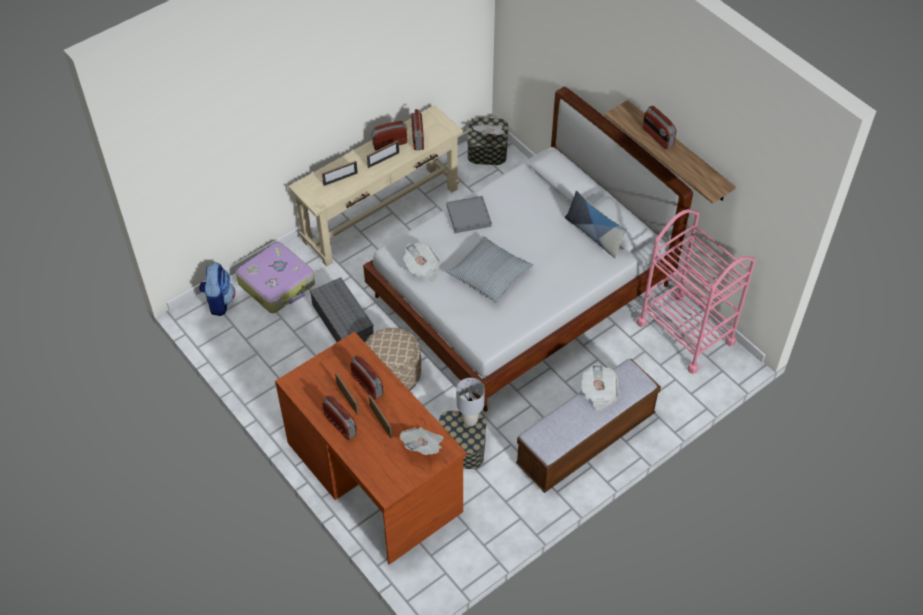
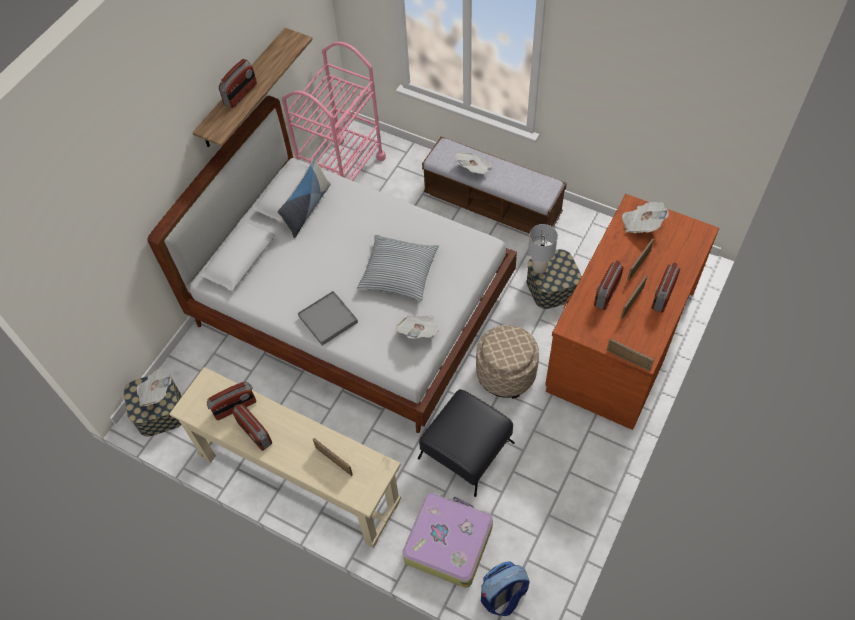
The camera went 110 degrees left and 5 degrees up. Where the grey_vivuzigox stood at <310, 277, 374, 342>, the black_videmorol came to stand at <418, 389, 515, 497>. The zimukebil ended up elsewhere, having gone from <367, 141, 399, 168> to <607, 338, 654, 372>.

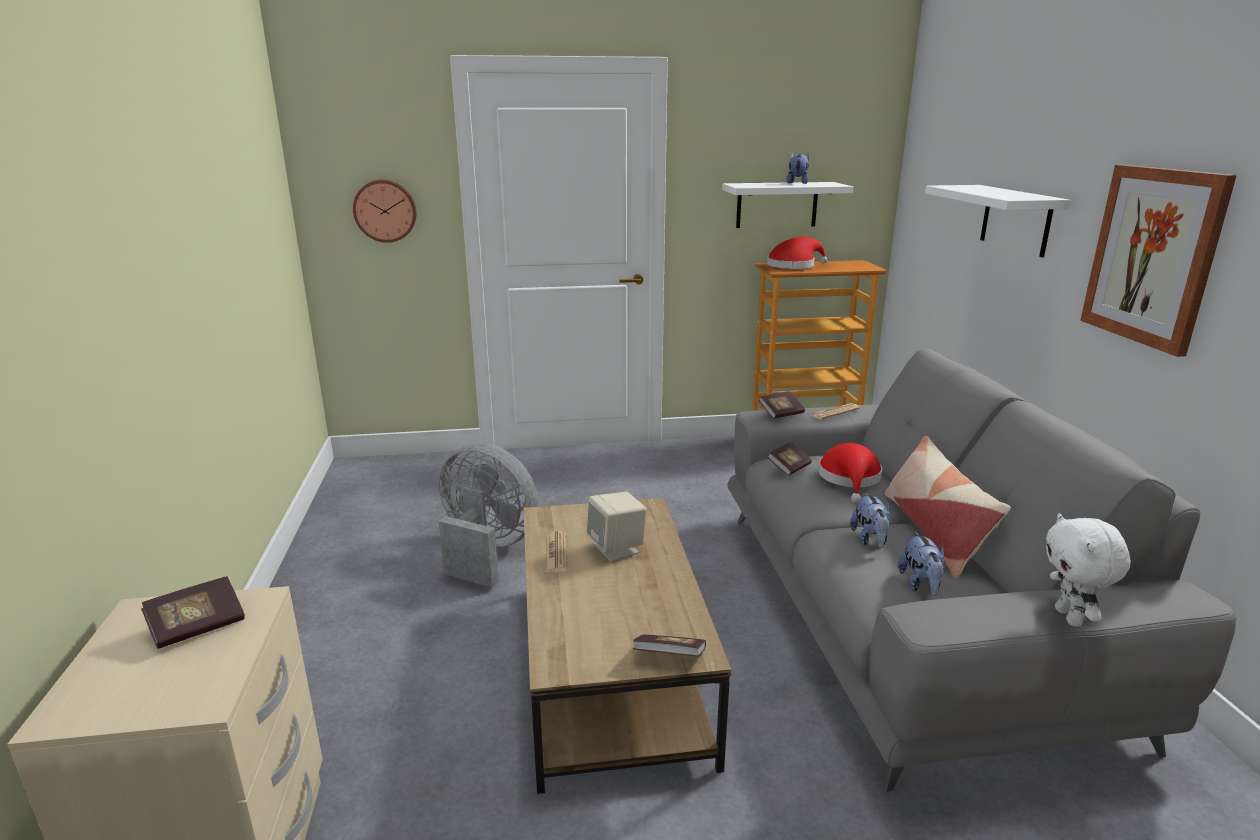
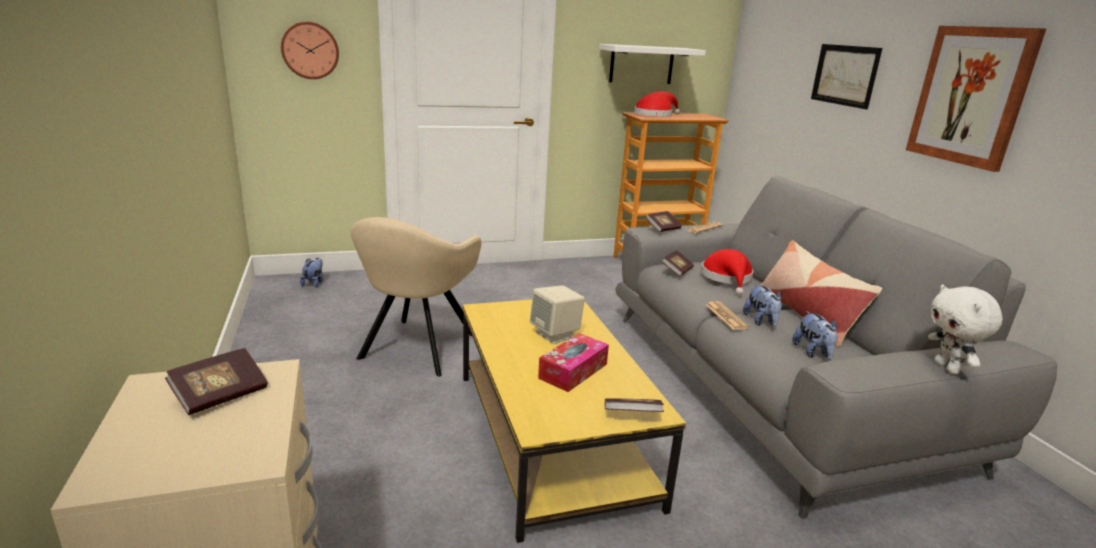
The camera went 10 degrees left and 0 degrees up. The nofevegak ended up elsewhere, having gone from <787, 153, 809, 184> to <300, 258, 323, 287>. Where the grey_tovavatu stood at <439, 443, 539, 588>, the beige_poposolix came to stand at <350, 217, 481, 376>. What was the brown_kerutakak at <524, 498, 731, 794> turned into the yellow_kerutakak at <463, 299, 686, 543>. The second view gained the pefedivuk at <538, 333, 609, 392>. The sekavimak ended up elsewhere, having gone from <546, 531, 567, 572> to <706, 301, 749, 329>. Where the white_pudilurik hung at <925, 185, 1070, 257>, the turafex came to hang at <811, 44, 882, 109>.

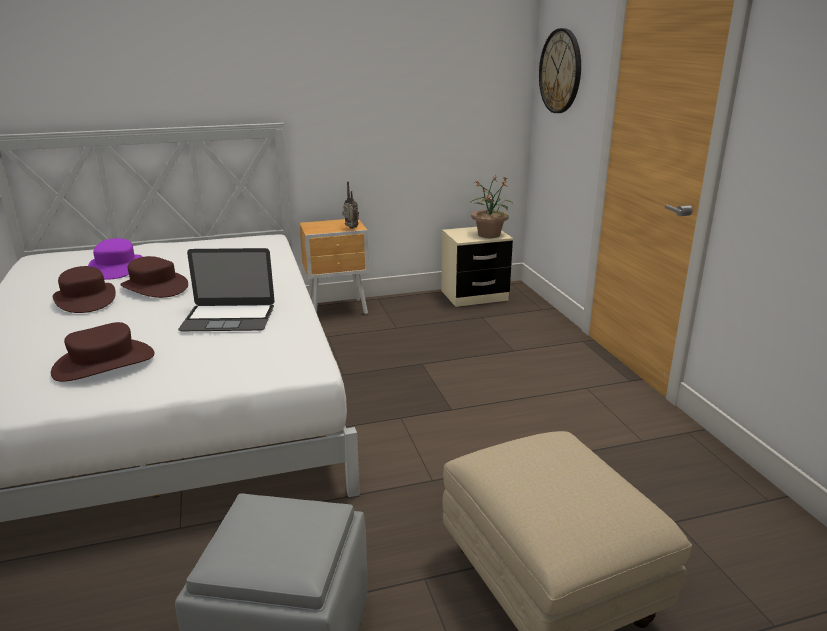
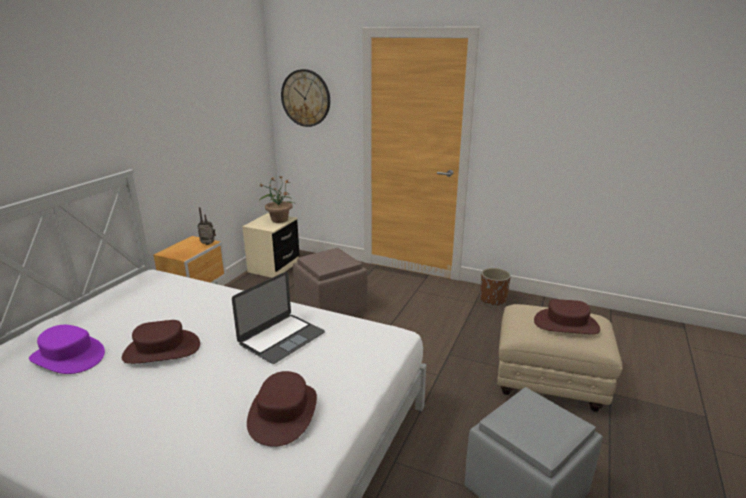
The camera went 50 degrees left and 0 degrees up. The second view gained the brown_videmorol at <293, 248, 368, 316>. The second view gained the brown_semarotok at <480, 268, 511, 305>. The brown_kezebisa ended up elsewhere, having gone from <53, 266, 116, 313> to <534, 299, 600, 334>.

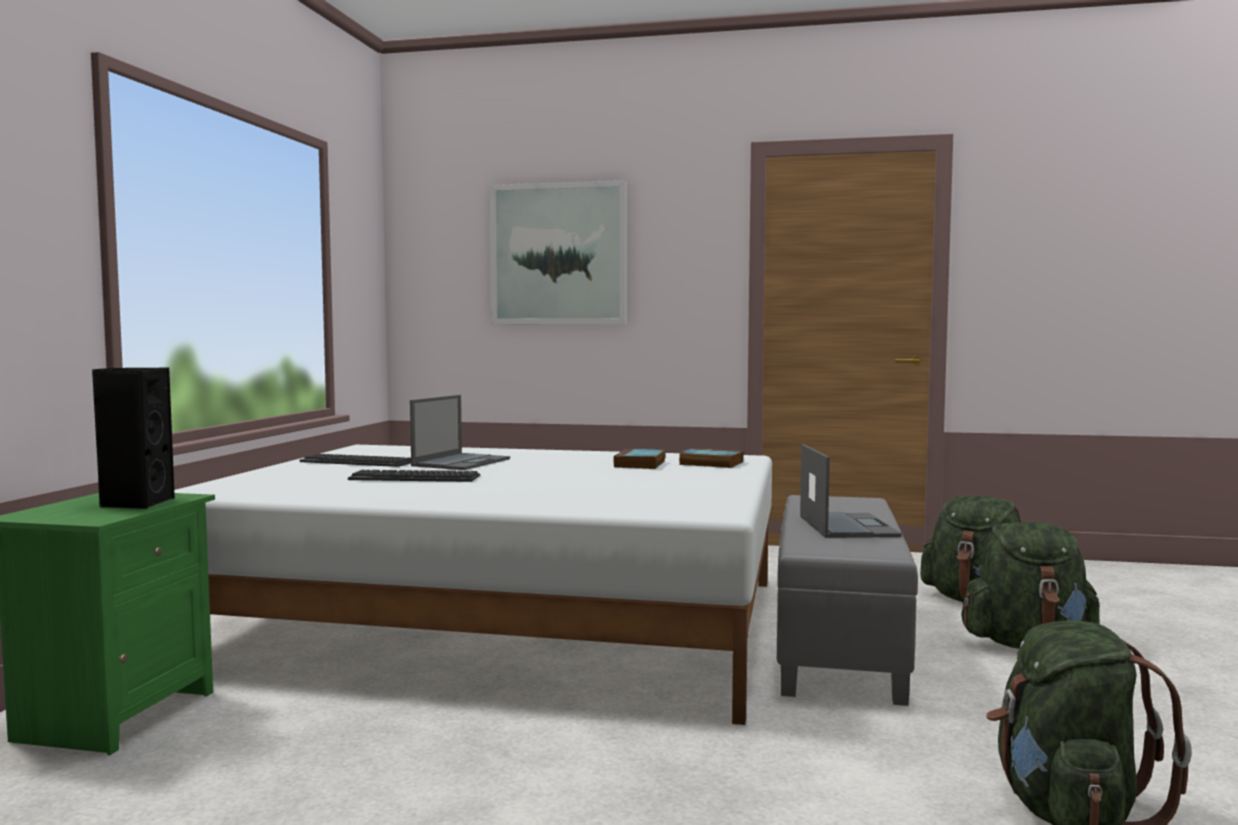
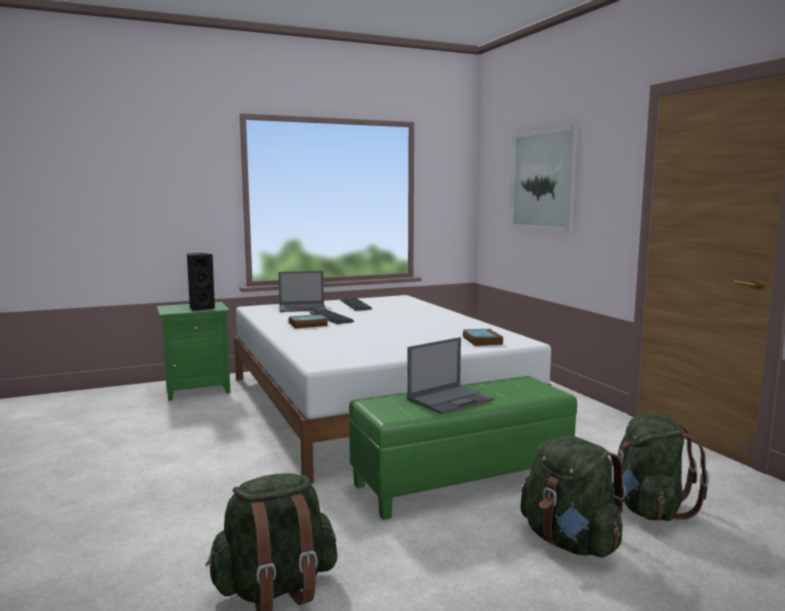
The camera went 55 degrees right and 5 degrees up. The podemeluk ended up elsewhere, having gone from <410, 395, 510, 470> to <278, 271, 326, 312>. The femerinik ended up elsewhere, having gone from <613, 449, 666, 469> to <289, 314, 328, 328>. What was the grey_videmorol at <777, 495, 918, 706> turned into the green_videmorol at <349, 376, 577, 520>.

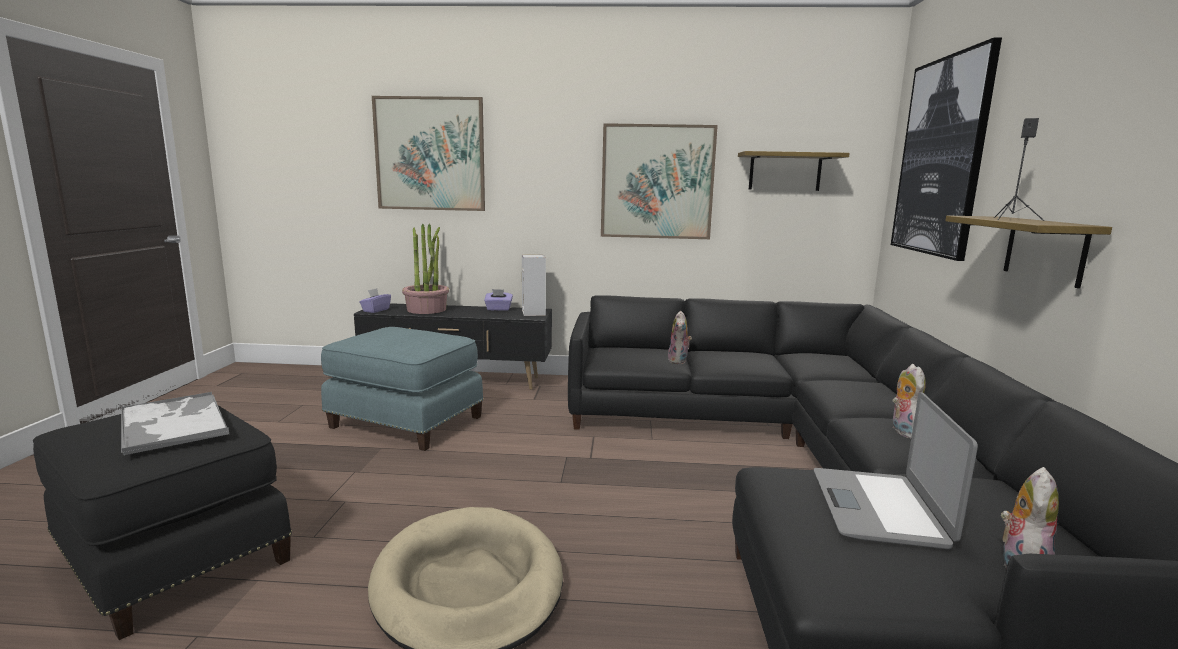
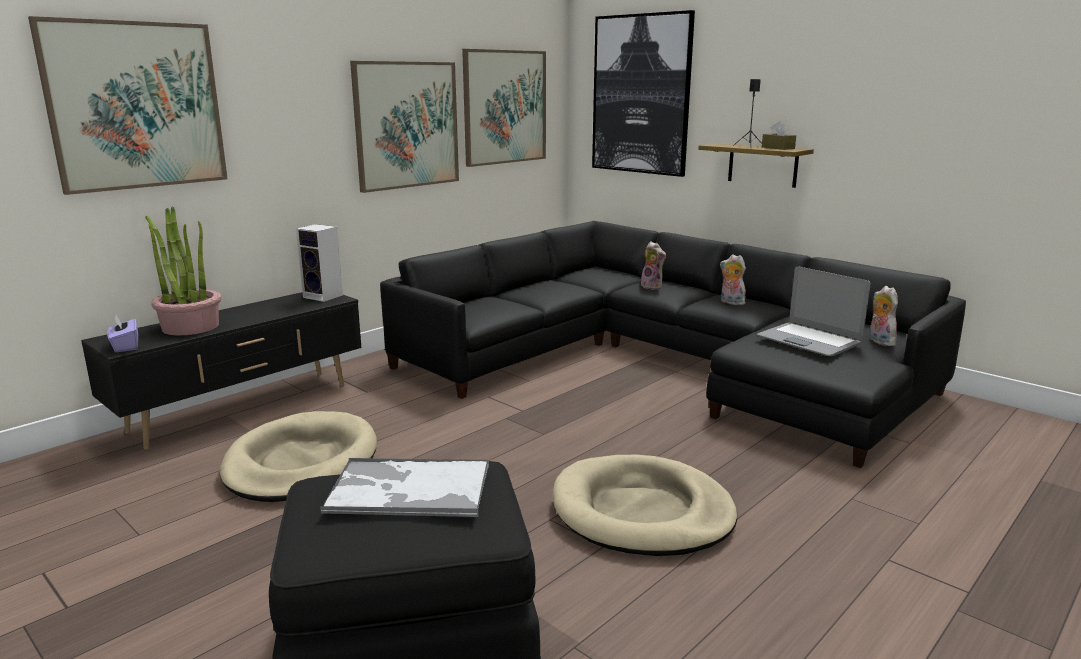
The camera went 50 degrees left and 5 degrees up. Where the blue_videmorol stood at <321, 327, 484, 451>, the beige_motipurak came to stand at <220, 411, 377, 502>. Where the pudilurik hung at <738, 151, 850, 191>, the turafex came to hang at <462, 49, 546, 167>. The nofevegak ended up elsewhere, having gone from <668, 311, 692, 364> to <641, 241, 666, 290>. The second view gained the brown_pefedivuk at <762, 121, 796, 150>. The second view lost the purple_pefedivuk at <484, 289, 513, 311>.

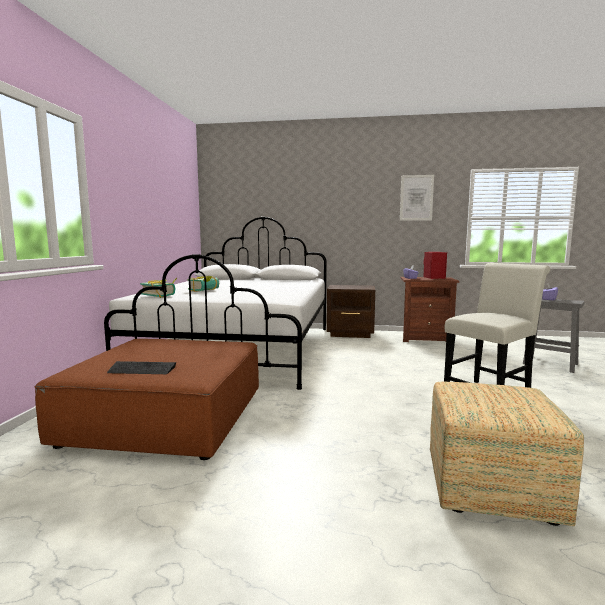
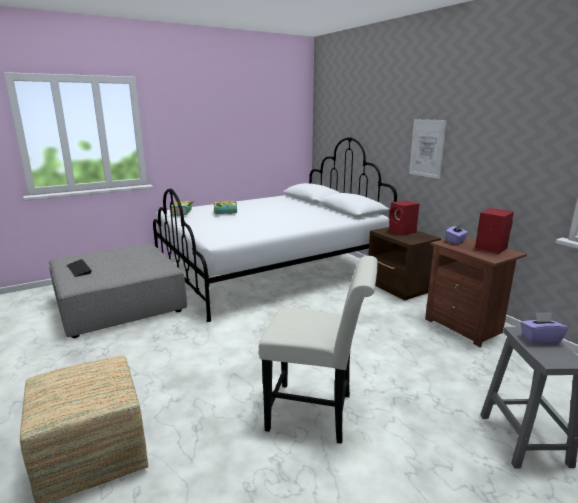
The camera went 50 degrees right and 10 degrees up. What was the brown_videmorol at <34, 339, 259, 460> turned into the grey_videmorol at <49, 244, 187, 338>. The second view gained the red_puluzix at <389, 200, 419, 236>. The turafex ended up elsewhere, having gone from <400, 175, 434, 221> to <409, 119, 447, 179>.

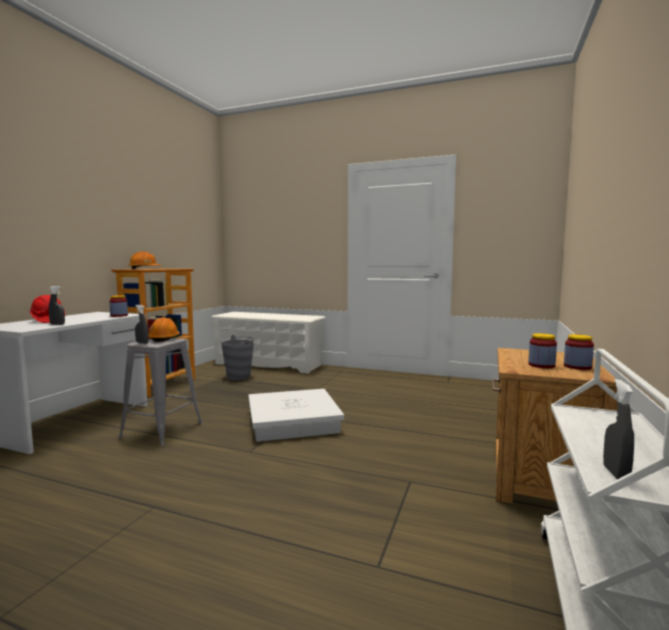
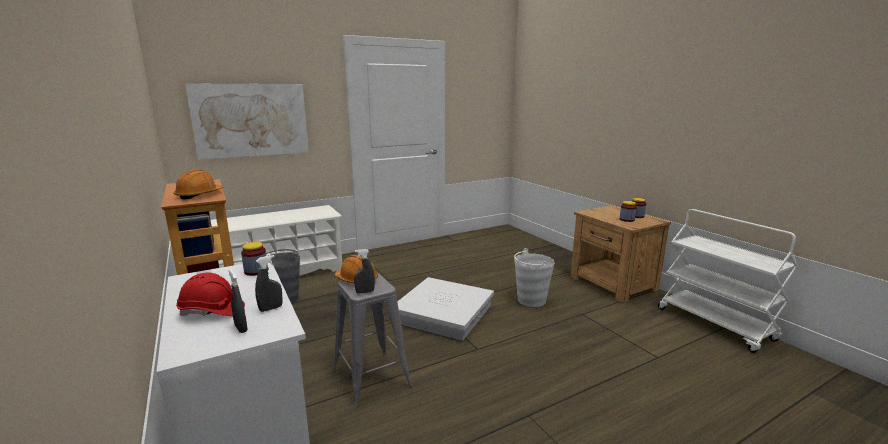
The camera went 50 degrees left and 10 degrees up. The second view gained the turafex at <185, 83, 309, 160>. The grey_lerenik ended up elsewhere, having gone from <603, 379, 634, 479> to <228, 269, 248, 333>. The second view gained the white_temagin at <514, 248, 555, 307>.

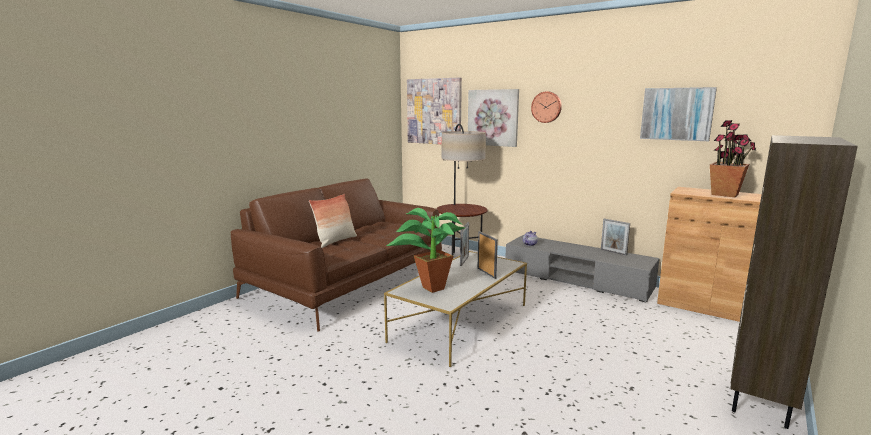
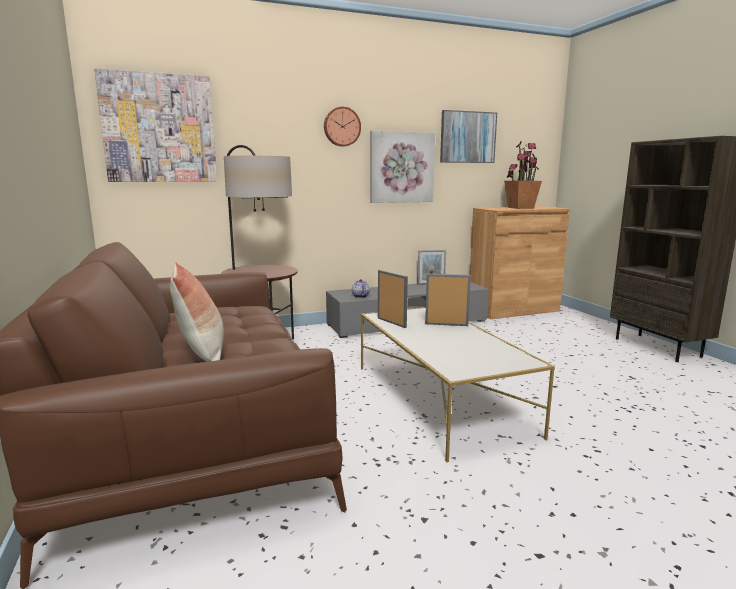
The camera went 55 degrees left and 0 degrees up. The turafex ended up elsewhere, having gone from <468, 89, 519, 147> to <370, 131, 435, 203>. The second view lost the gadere at <386, 208, 465, 293>.

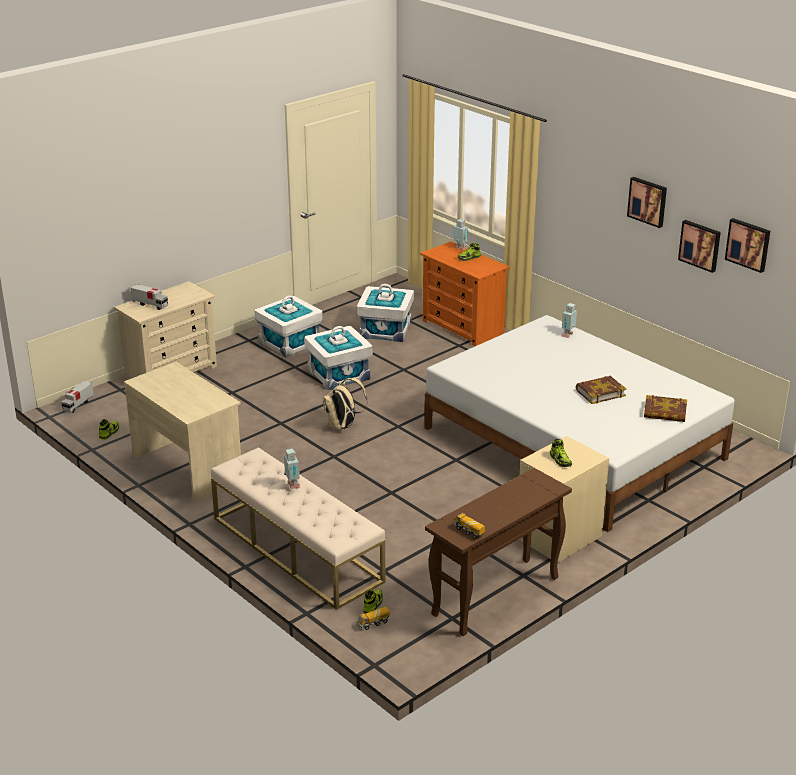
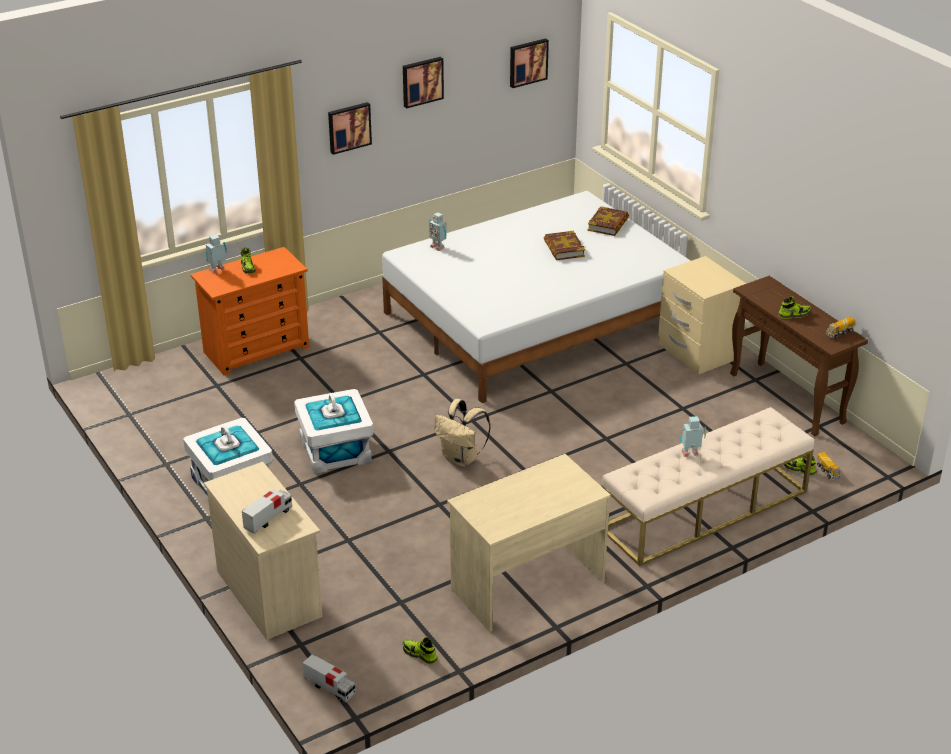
The camera went 80 degrees left and 5 degrees up. The turafex ended up elsewhere, having gone from <678, 220, 721, 273> to <328, 102, 372, 155>. The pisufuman ended up elsewhere, having gone from <550, 439, 572, 467> to <778, 296, 811, 319>. The second view lost the white_vivuzigox at <357, 284, 414, 342>.

